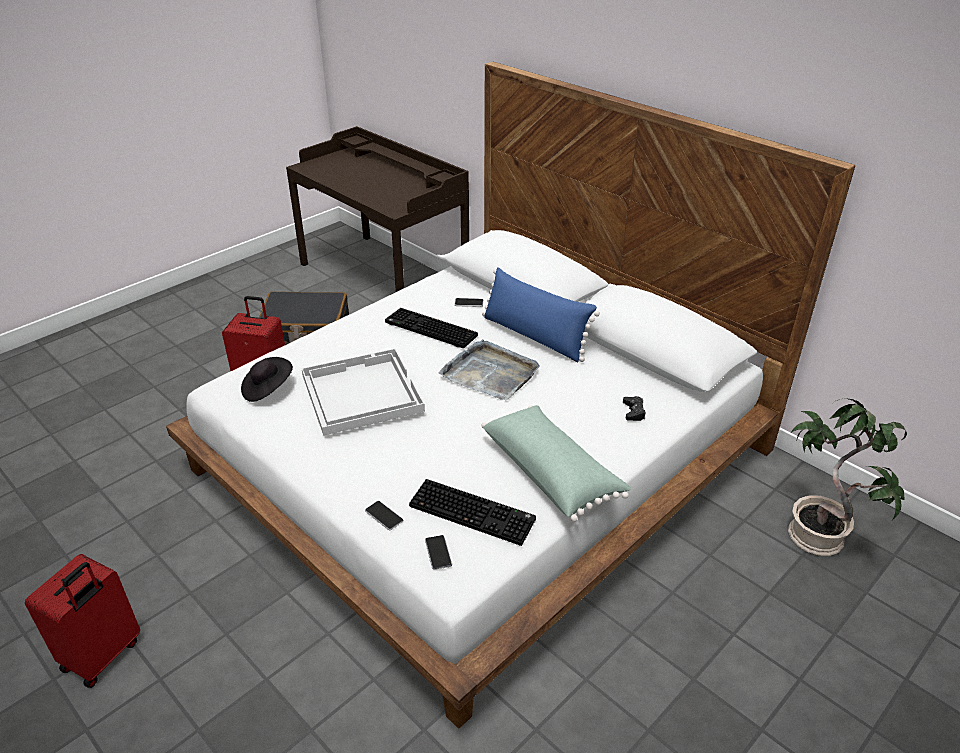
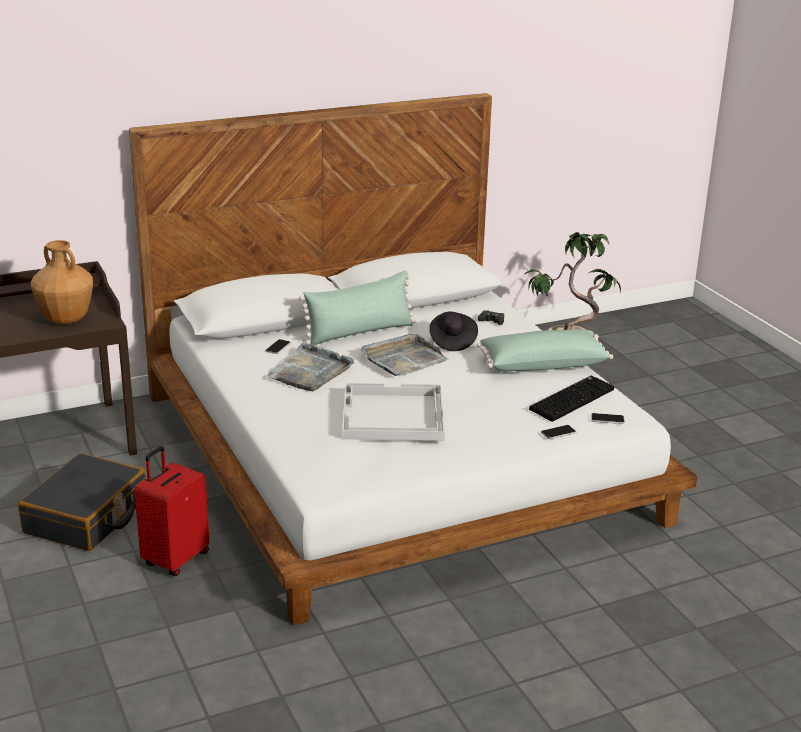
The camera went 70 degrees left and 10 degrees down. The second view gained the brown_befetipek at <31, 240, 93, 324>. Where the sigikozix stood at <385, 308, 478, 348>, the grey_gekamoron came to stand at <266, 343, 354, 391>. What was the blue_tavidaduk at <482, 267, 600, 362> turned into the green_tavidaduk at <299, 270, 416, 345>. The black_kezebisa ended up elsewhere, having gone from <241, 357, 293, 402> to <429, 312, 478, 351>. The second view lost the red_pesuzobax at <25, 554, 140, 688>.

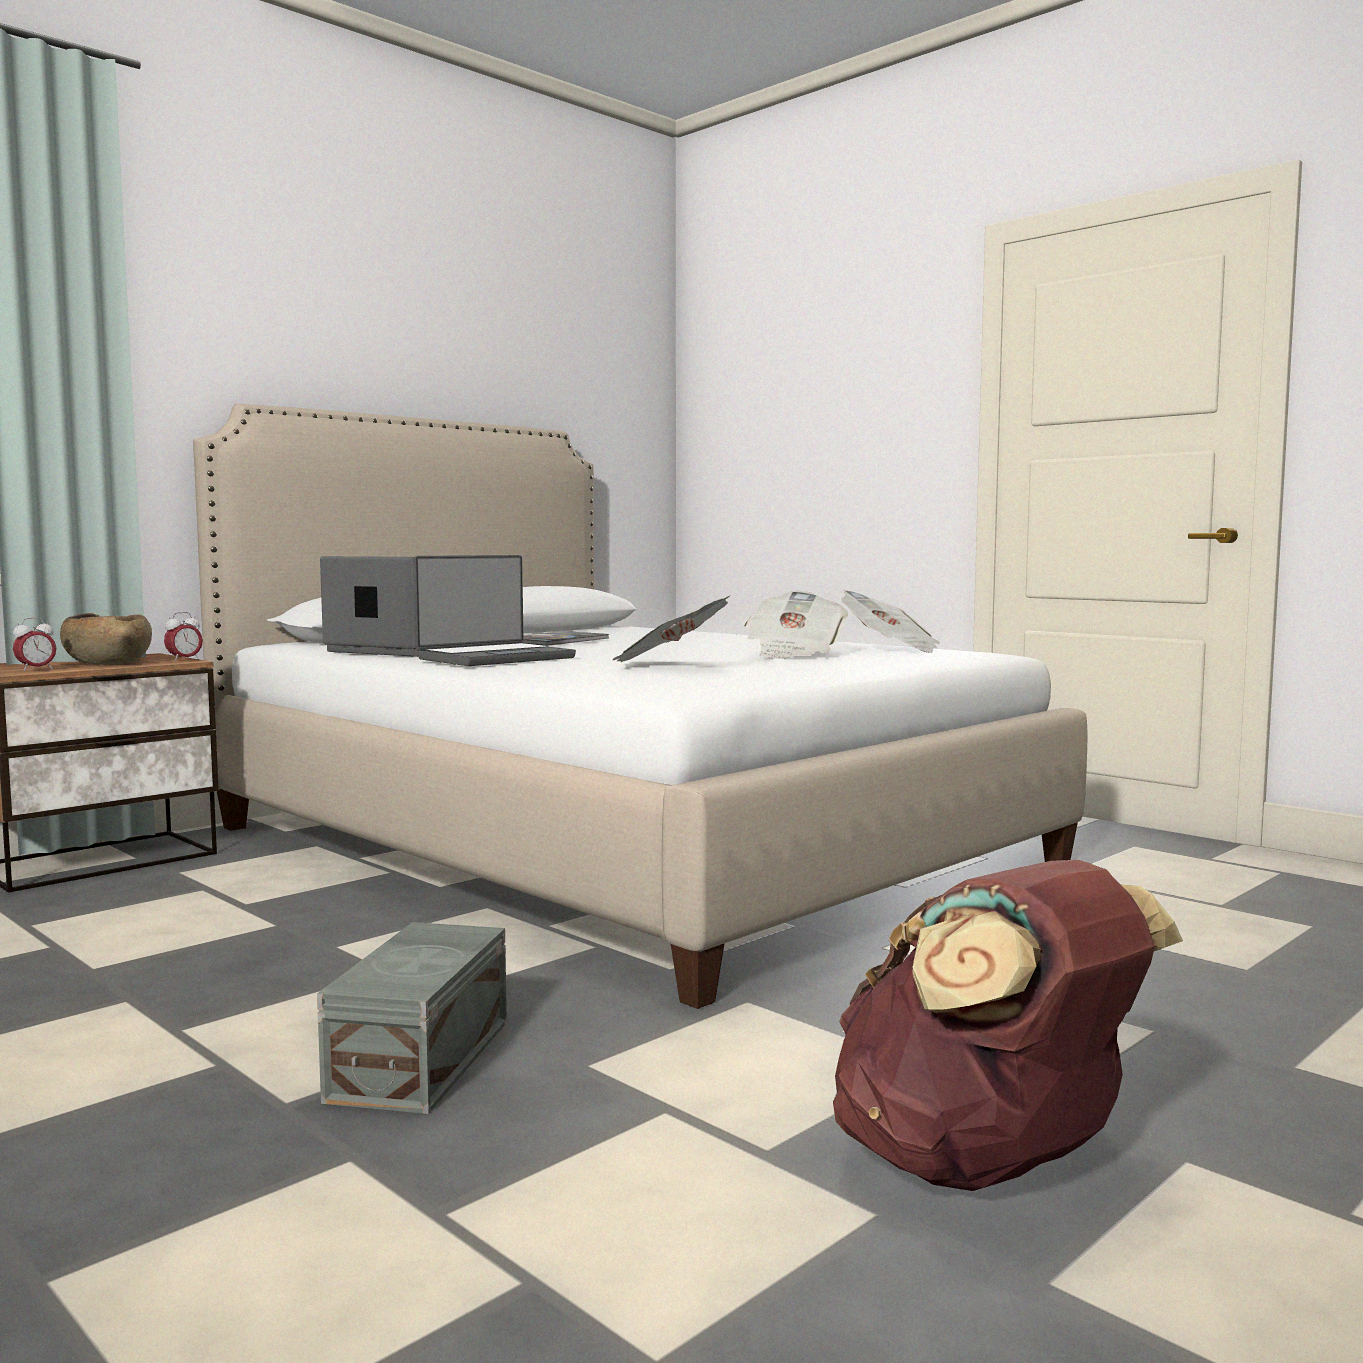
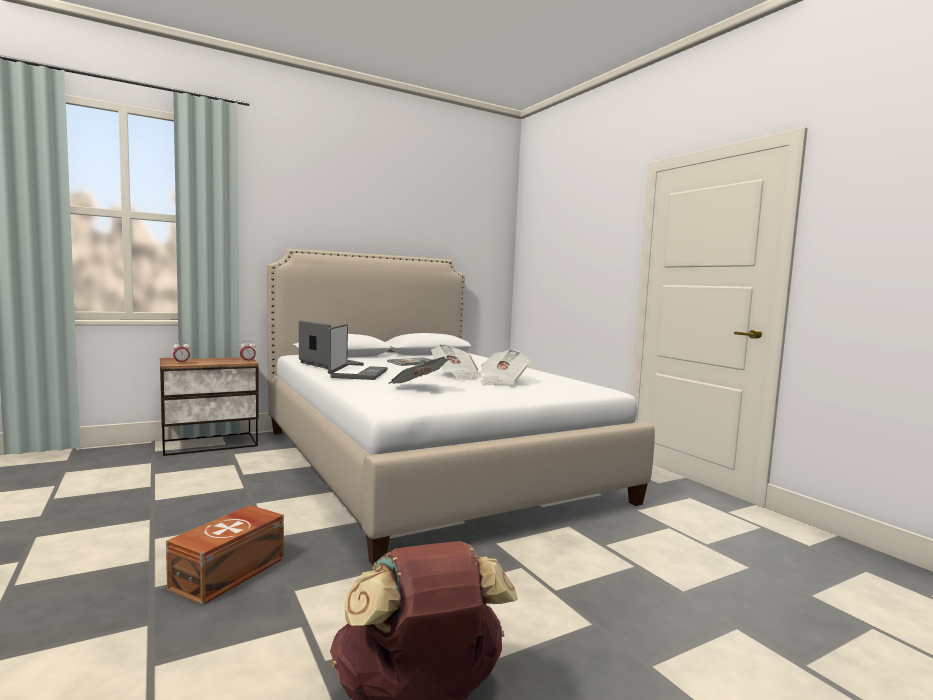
The camera went 15 degrees right and 0 degrees up. What was the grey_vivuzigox at <317, 922, 507, 1114> turned into the brown_vivuzigox at <166, 505, 284, 605>. The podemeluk at <413, 555, 576, 666> ended up facing another way, 60 degrees counterclockwise from before. The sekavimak ended up elsewhere, having gone from <841, 590, 940, 653> to <431, 344, 480, 380>. The second view lost the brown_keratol at <60, 613, 152, 665>.

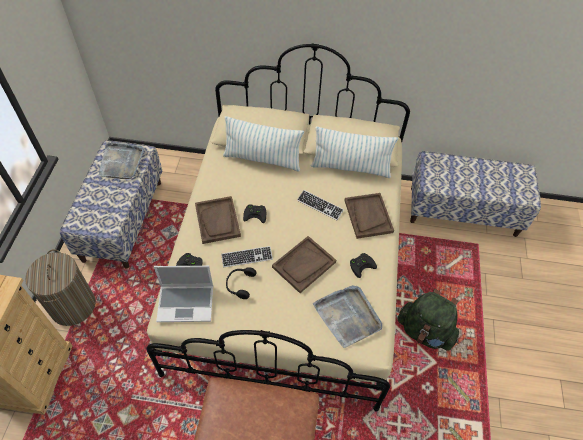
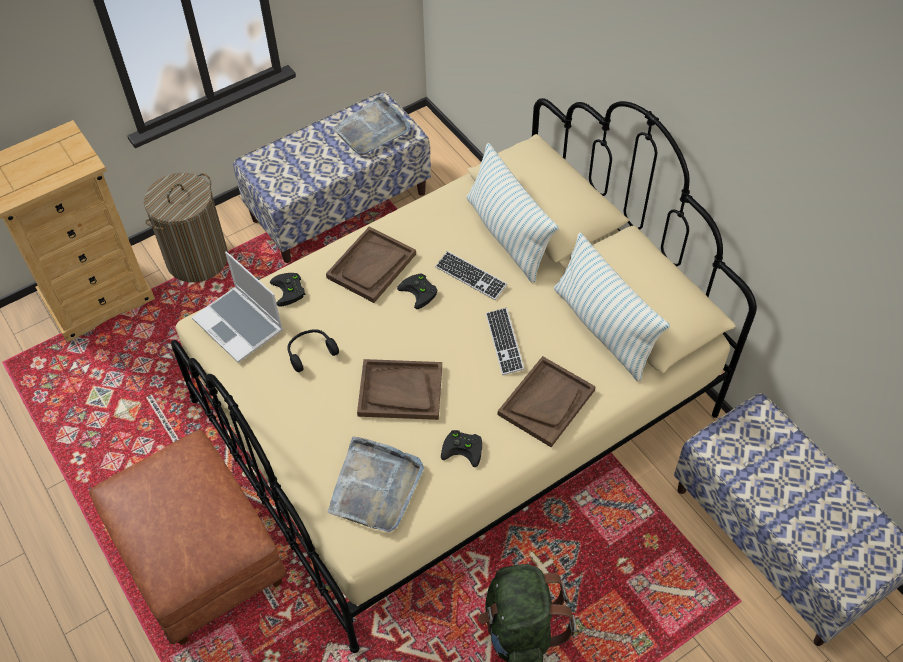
The camera went 50 degrees right and 0 degrees up. The sigikozix ended up elsewhere, having gone from <221, 246, 273, 268> to <435, 251, 507, 300>.

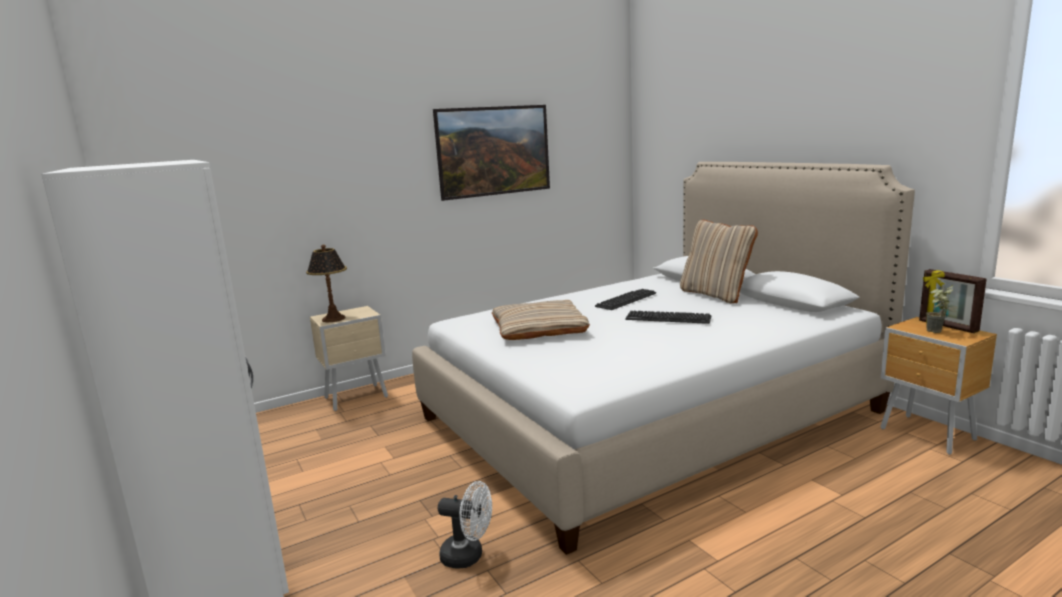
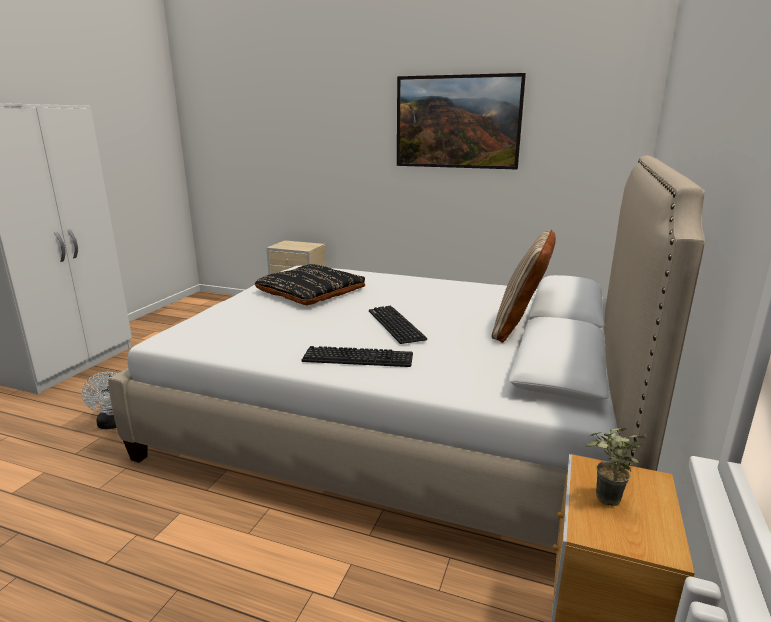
The camera went 50 degrees right and 5 degrees up. What was the beige_tavidaduk at <492, 300, 590, 340> turned into the black_tavidaduk at <254, 264, 365, 305>. The sigikozix ended up elsewhere, having gone from <595, 289, 656, 310> to <301, 346, 413, 367>. The second view lost the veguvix at <306, 245, 347, 322>. The second view lost the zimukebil at <919, 269, 987, 333>.

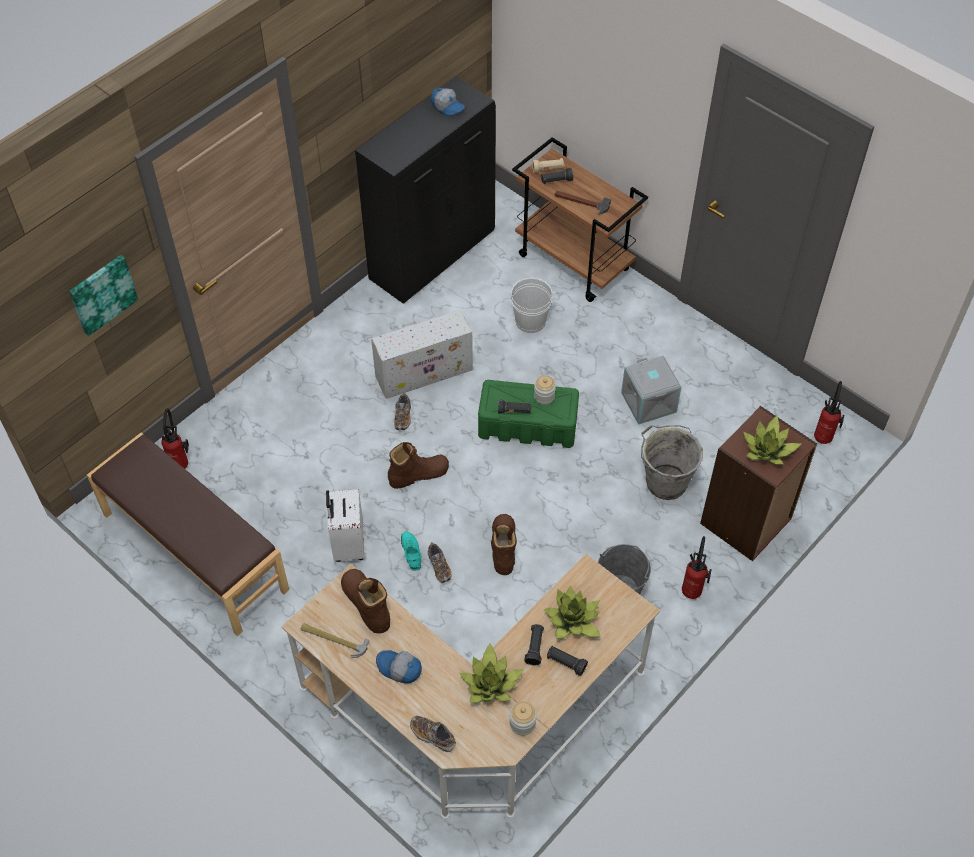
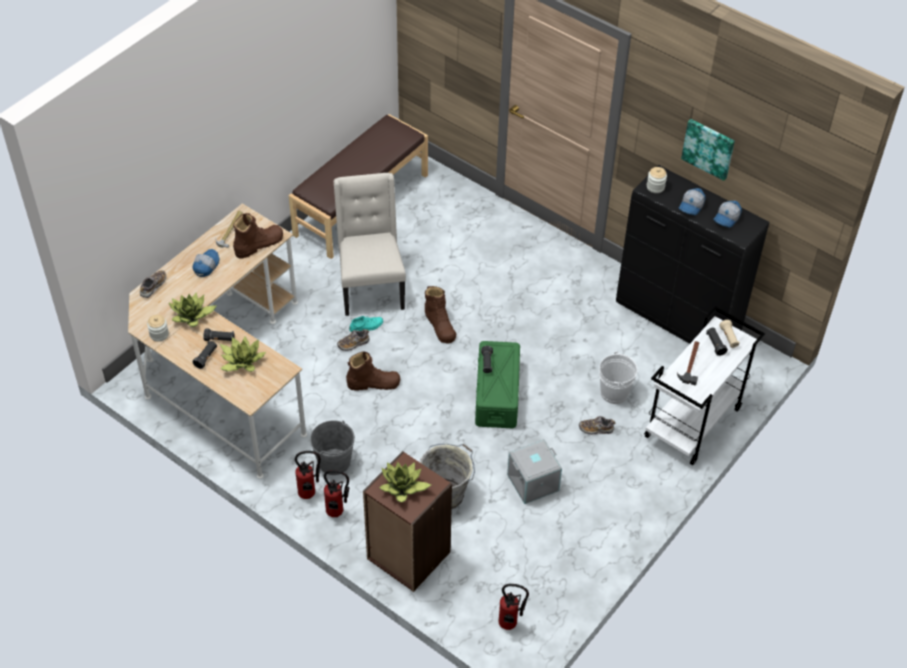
The camera went 85 degrees right and 5 degrees down. The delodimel ended up elsewhere, having gone from <161, 408, 189, 469> to <295, 451, 321, 499>. Where the white_pesuzobax stood at <326, 489, 365, 562>, the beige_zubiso came to stand at <334, 173, 406, 316>. The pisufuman ended up elsewhere, having gone from <394, 393, 411, 431> to <579, 416, 615, 435>. What was the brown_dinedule at <512, 137, 648, 302> turned into the white_dinedule at <644, 306, 765, 465>. The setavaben ended up elsewhere, having gone from <534, 376, 556, 405> to <647, 167, 667, 193>. The second view gained the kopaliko at <678, 188, 706, 215>. The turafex ended up elsewhere, having gone from <69, 255, 138, 336> to <681, 119, 735, 181>. The second view lost the white_vivuzigox at <371, 310, 473, 399>.

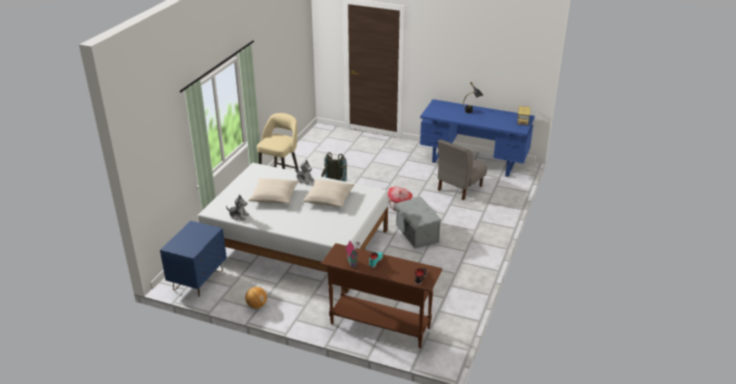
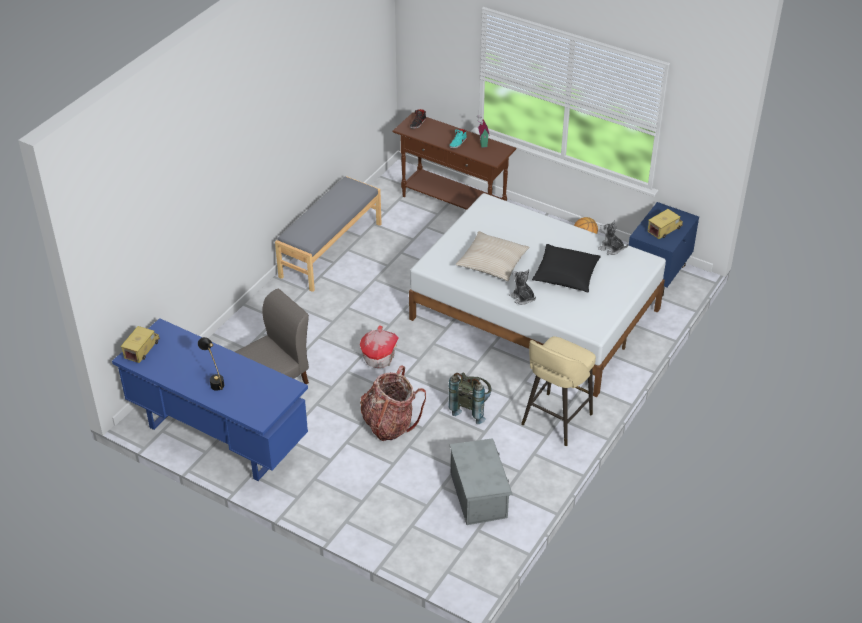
The camera went 170 degrees left and 10 degrees up. The second view gained the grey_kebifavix at <275, 176, 382, 292>. The second view gained the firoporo at <360, 365, 426, 441>. The grey_vivuzigox ended up elsewhere, having gone from <395, 196, 441, 248> to <449, 438, 513, 525>. What was the beige_tavidaduk at <248, 178, 299, 204> turned into the black_tavidaduk at <532, 244, 601, 292>. The second view gained the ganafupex at <647, 209, 683, 239>.

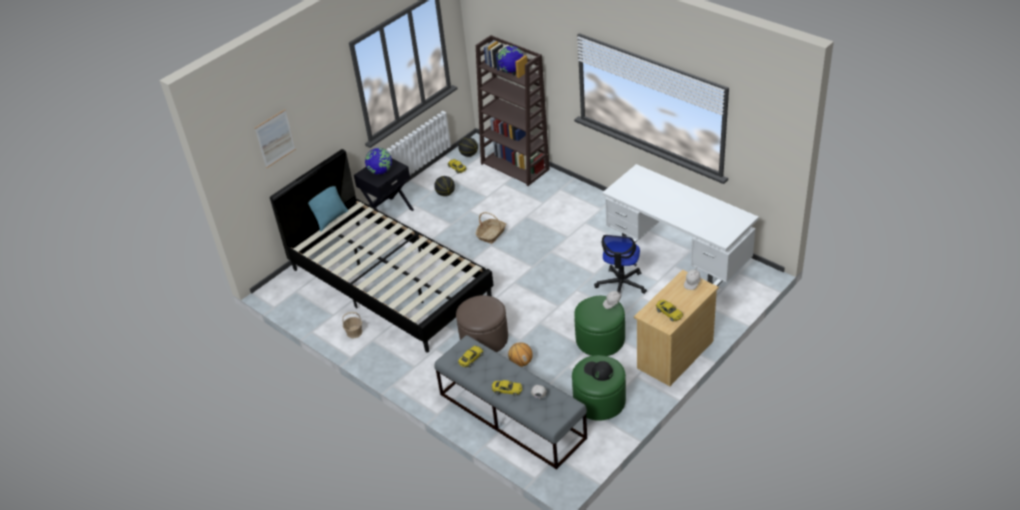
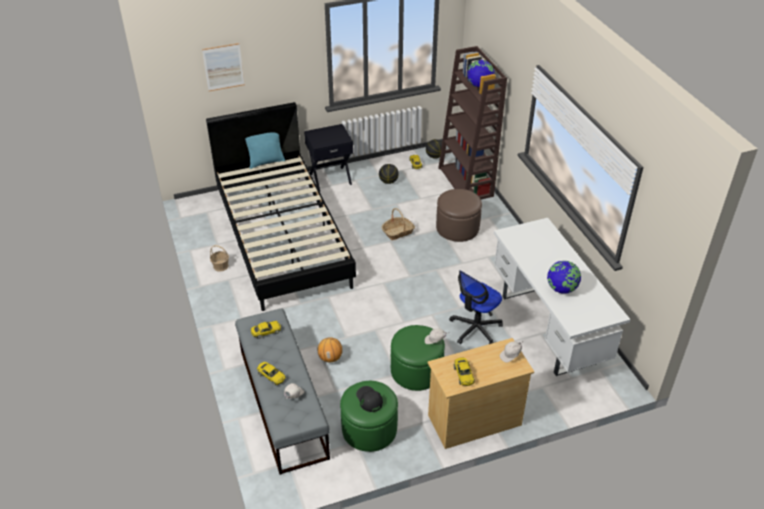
The camera went 25 degrees right and 0 degrees up. The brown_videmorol ended up elsewhere, having gone from <456, 295, 508, 352> to <436, 189, 482, 242>. The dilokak ended up elsewhere, having gone from <365, 148, 392, 174> to <547, 261, 581, 294>.

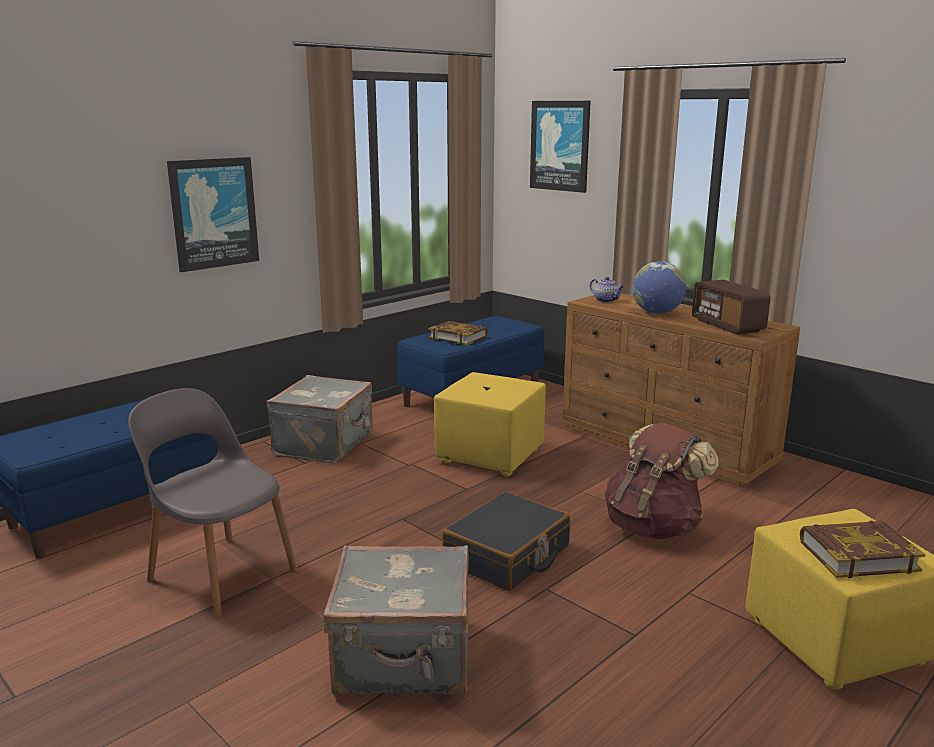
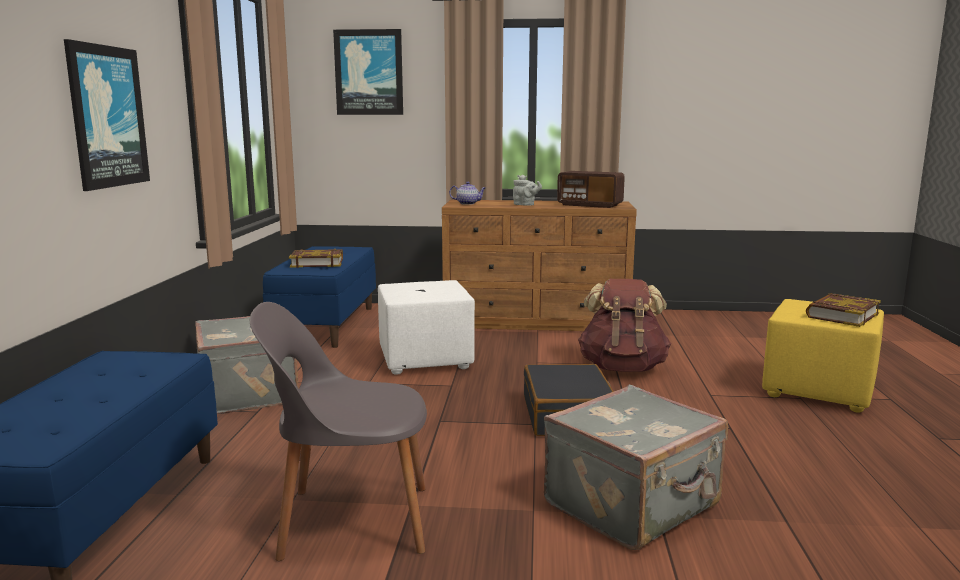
The camera went 40 degrees left and 5 degrees down. What was the yellow_videmorol at <434, 372, 546, 477> turned into the white_videmorol at <378, 280, 475, 375>. Where the dilokak stood at <632, 261, 686, 314>, the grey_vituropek came to stand at <513, 175, 542, 206>.

